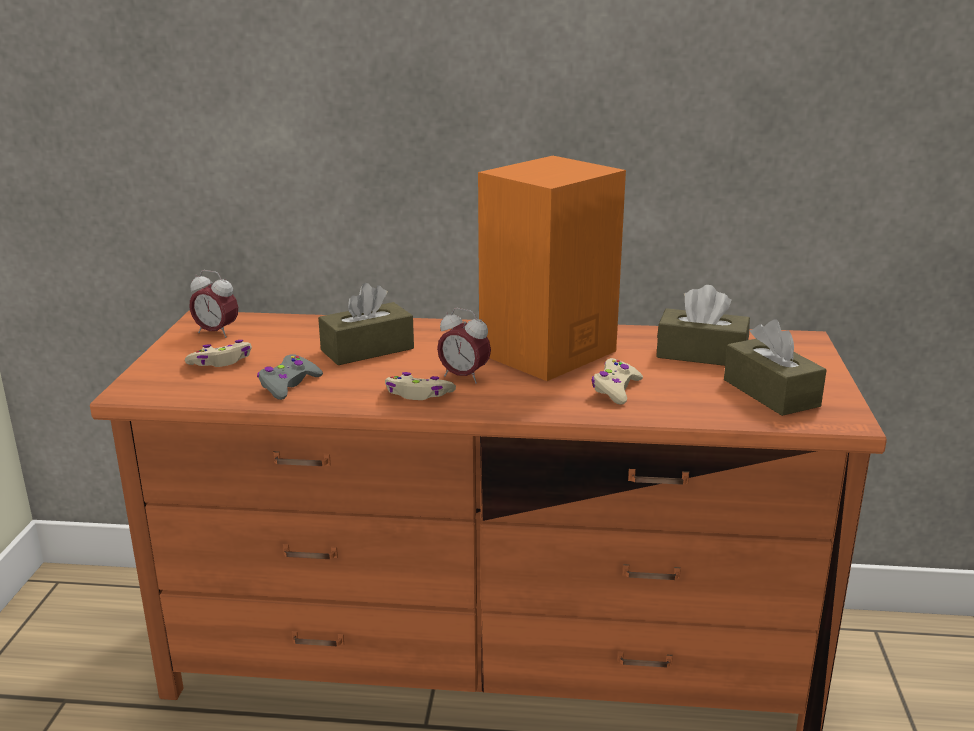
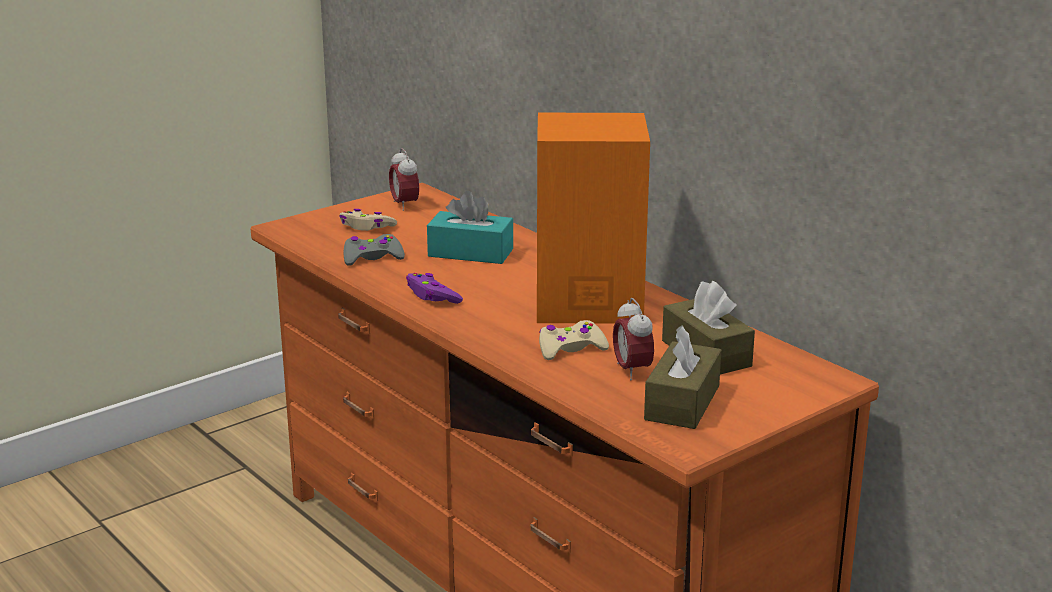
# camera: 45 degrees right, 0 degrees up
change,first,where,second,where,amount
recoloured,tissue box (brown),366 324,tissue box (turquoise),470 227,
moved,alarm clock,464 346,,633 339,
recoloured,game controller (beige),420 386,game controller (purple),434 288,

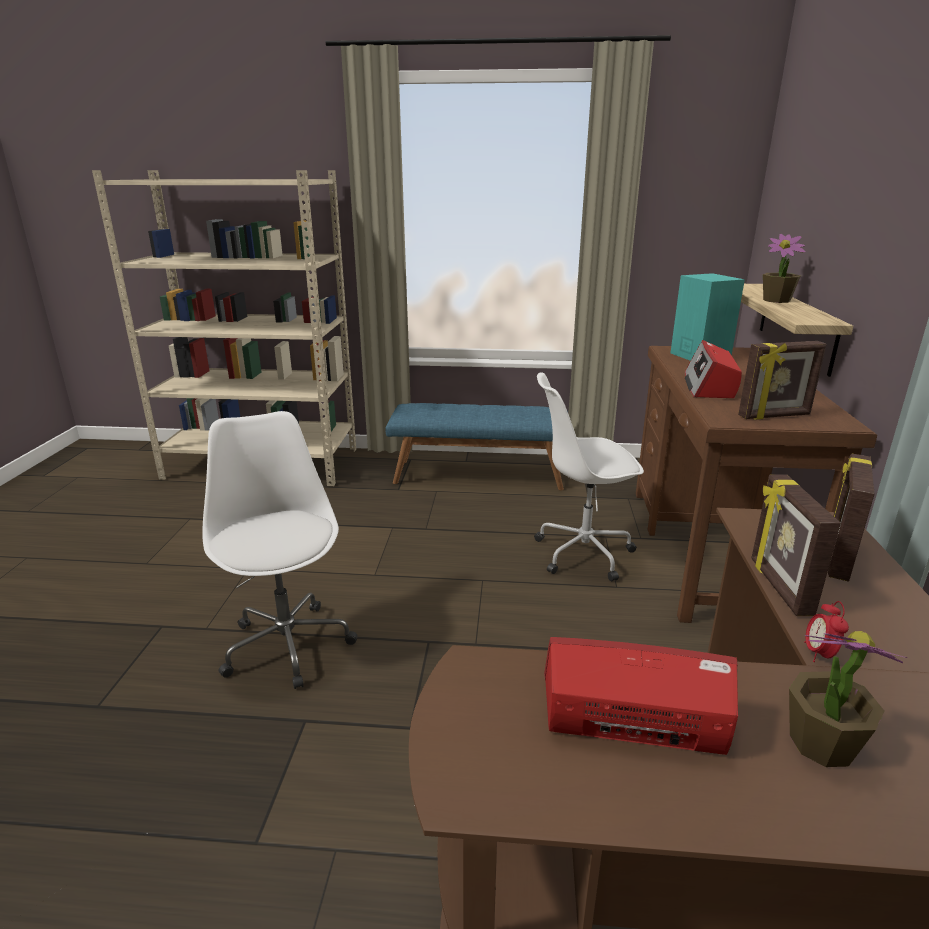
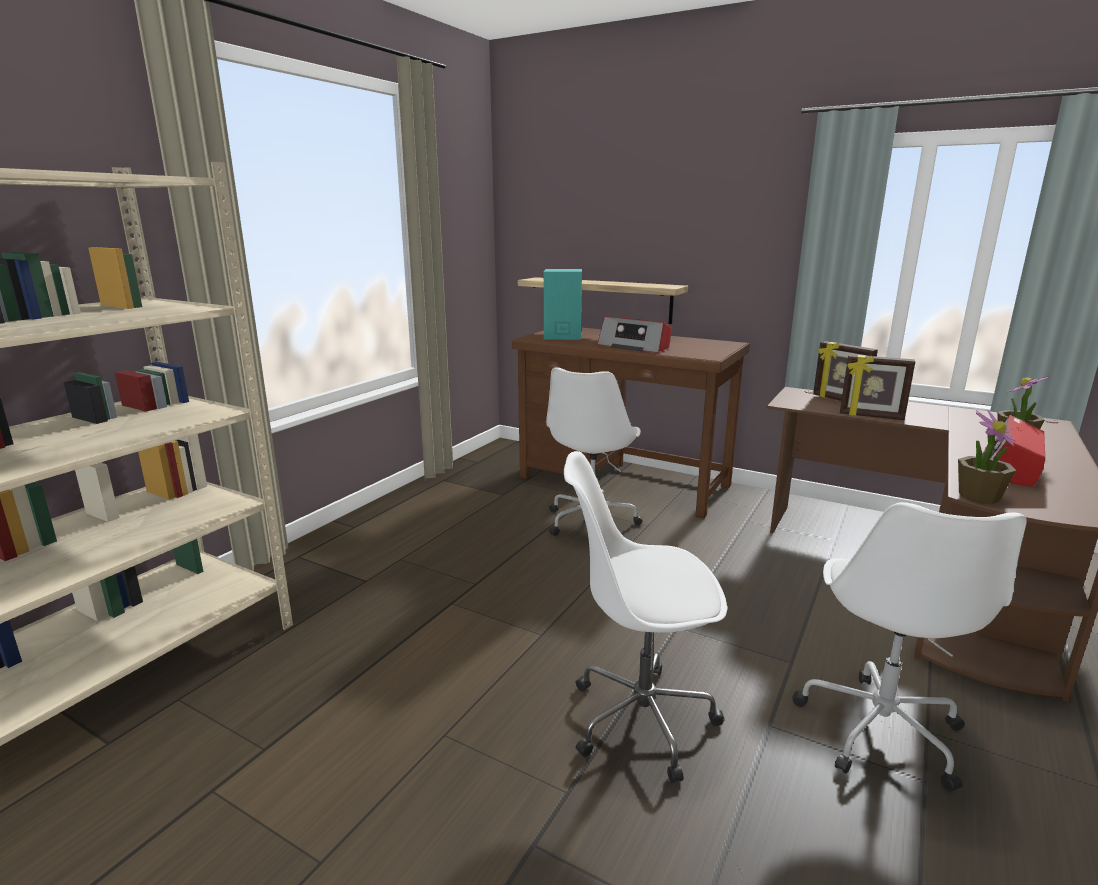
# camera: 65 degrees left, 5 degrees down
change,first,where,second,where,amount
moved,potted plant,784 268,,987 457,
removed,picture frame,782 380,,,
removed,bench (blue),476 446,,,
removed,alarm clock,826 631,,,
added,,,office chair (white),909 646,

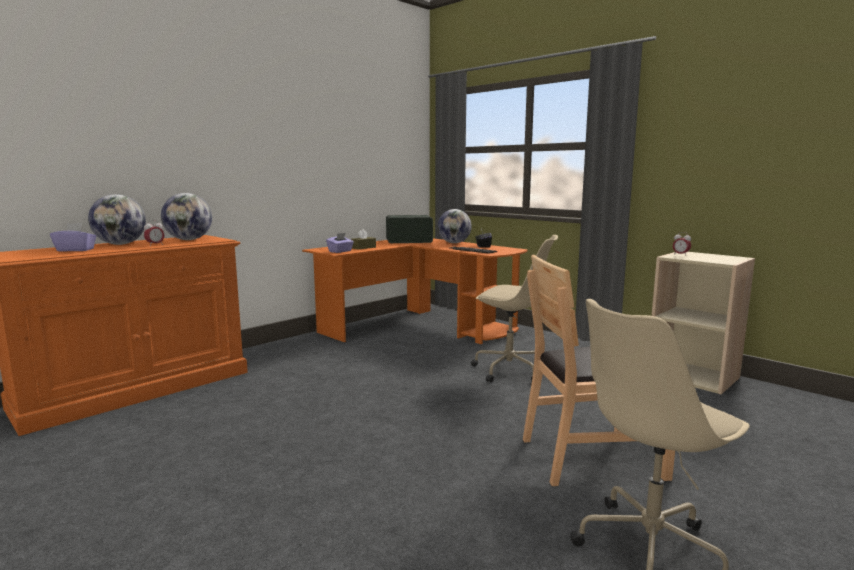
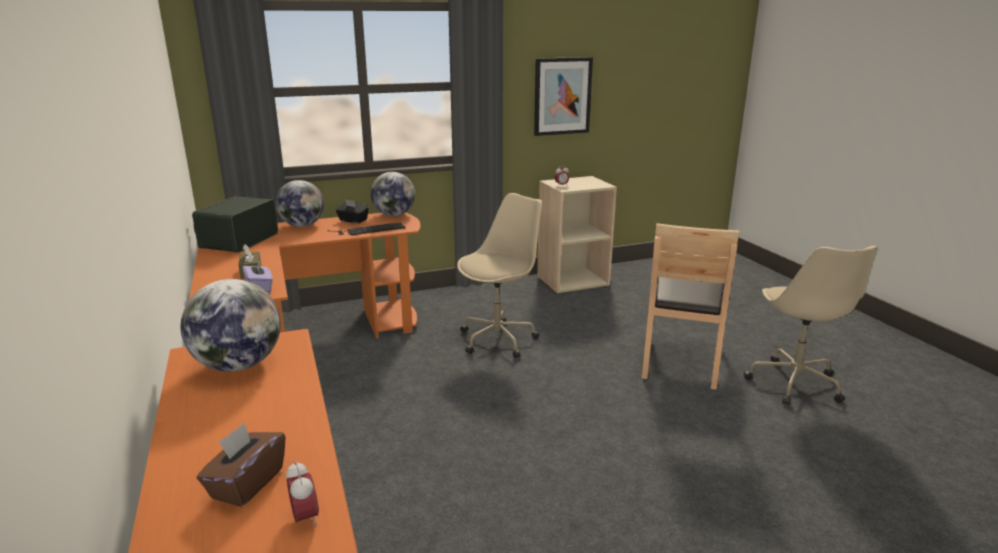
# camera: 65 degrees left, 10 degrees up
change,first,where,second,where,amount
moved,globe,117 219,,392 194,
moved,alarm clock,154 233,,302 494,
recoloured,tissue box (purple),73 237,tissue box (brown),241 465,
added,,,picture,563 96,

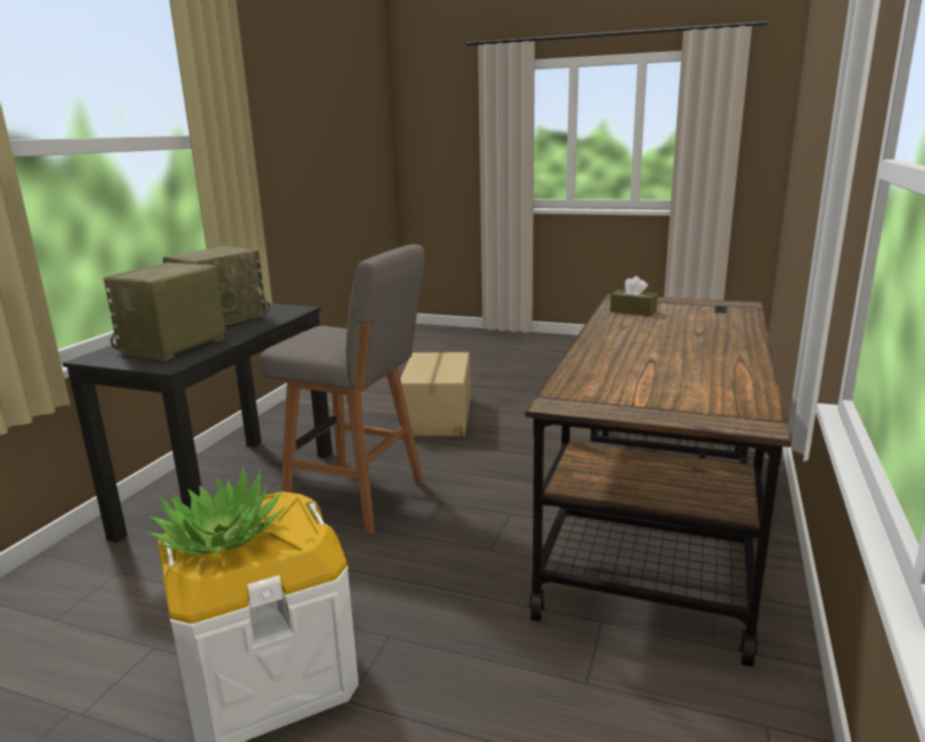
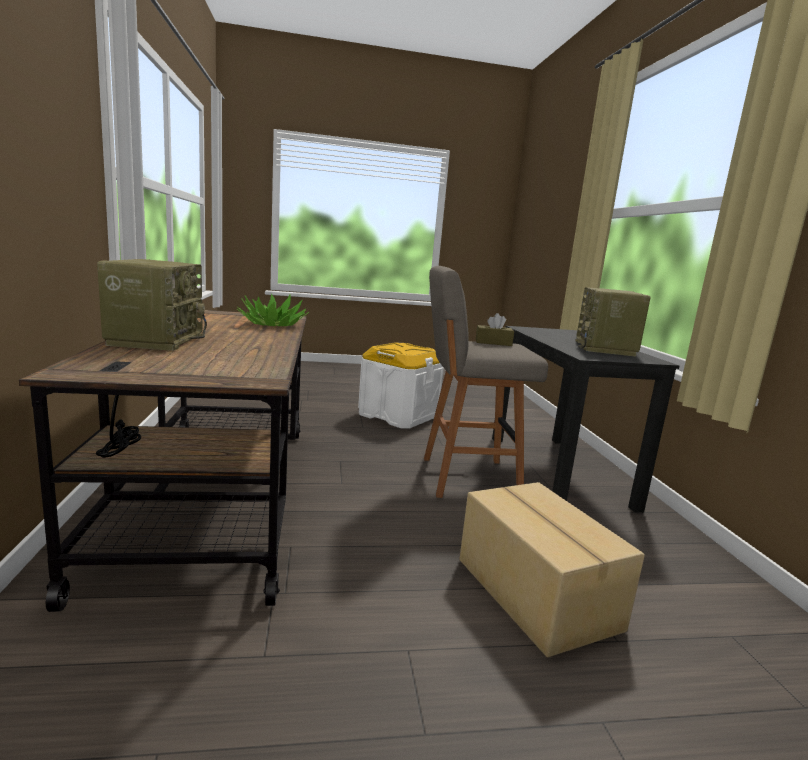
# camera: 150 degrees right, 5 degrees down
change,first,where,second,where,amount
moved,radio,165 311,,152 305,
moved,tissue box (brown),634 296,,495 329,
moved,potted plant,216 511,,273 309,

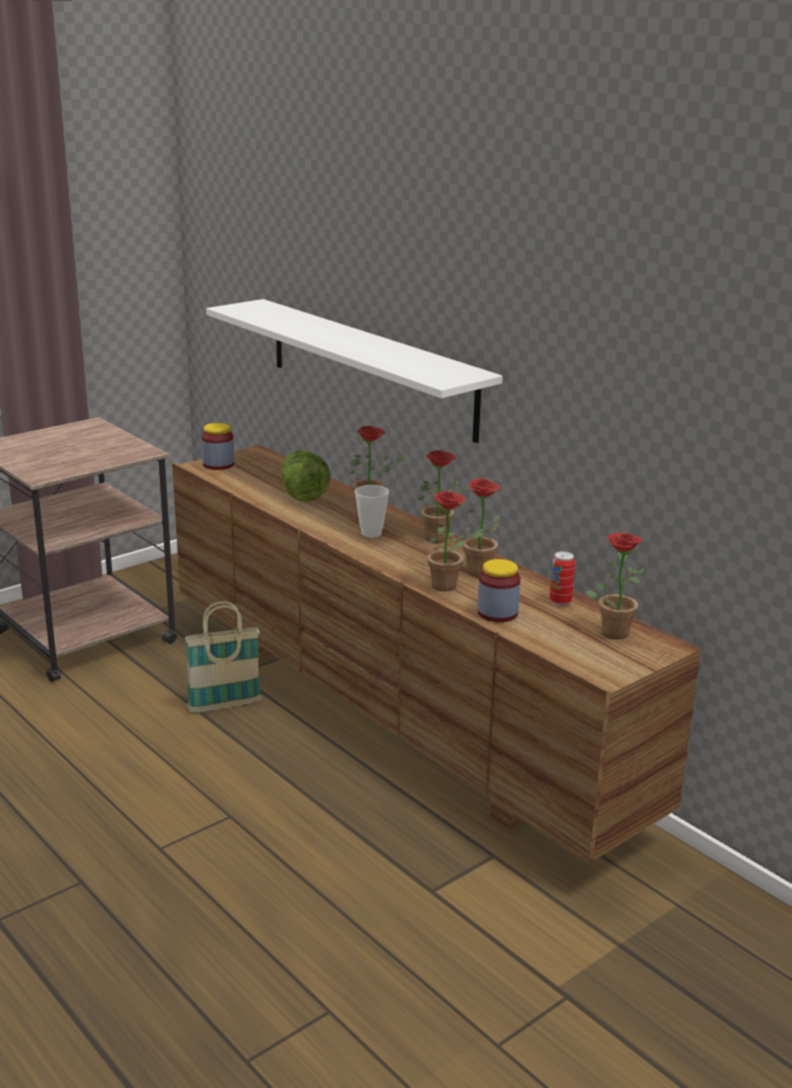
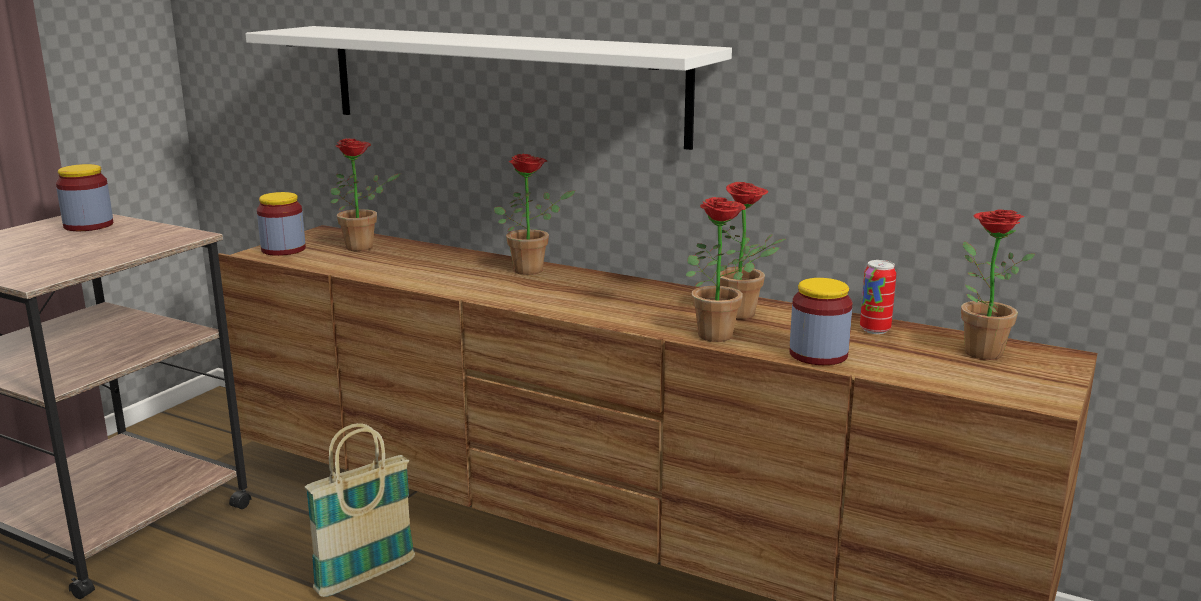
# camera: 20 degrees left, 5 degrees down
change,first,where,second,where,amount
removed,lettuce,305 475,,,
moved,potted plant,444 496,,365 194,
removed,cup,372 511,,,
added,,,jar,85 197,

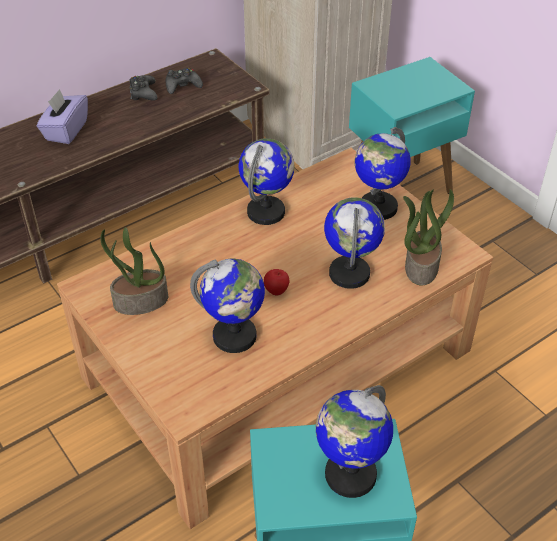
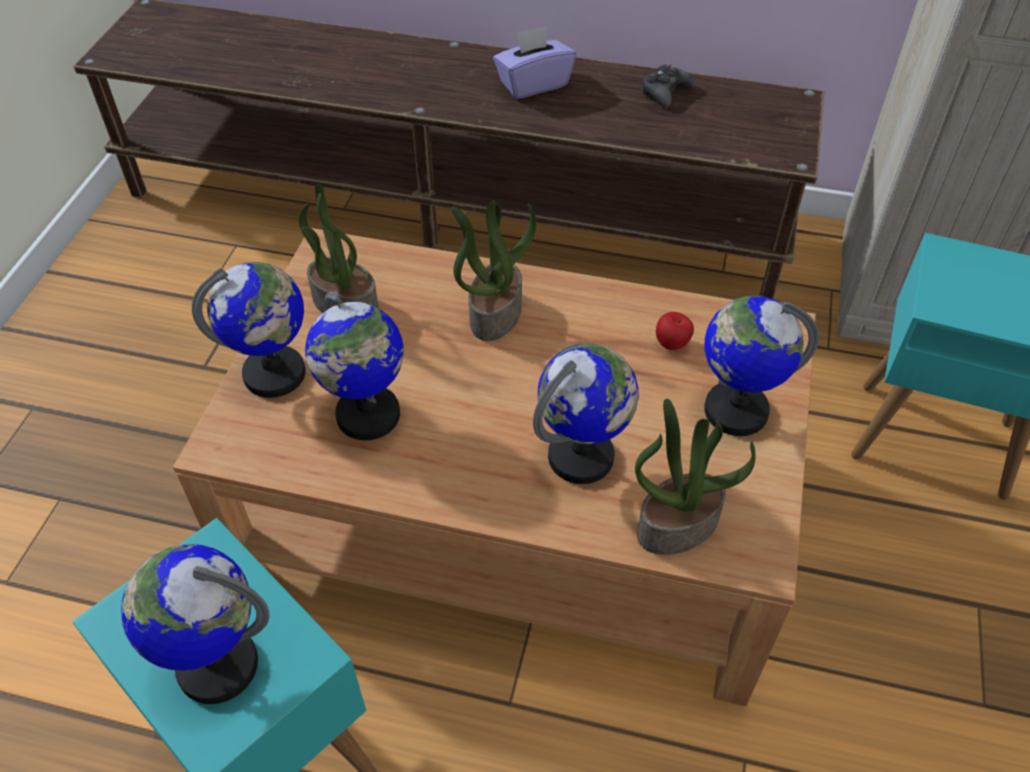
# camera: 50 degrees right, 5 degrees up
change,first,where,second,where,amount
removed,game controller (black),184 81,,,
moved,globe,266 181,,249 330,
moved,apple,277 282,,675 331,
added,,,potted plant,493 270,

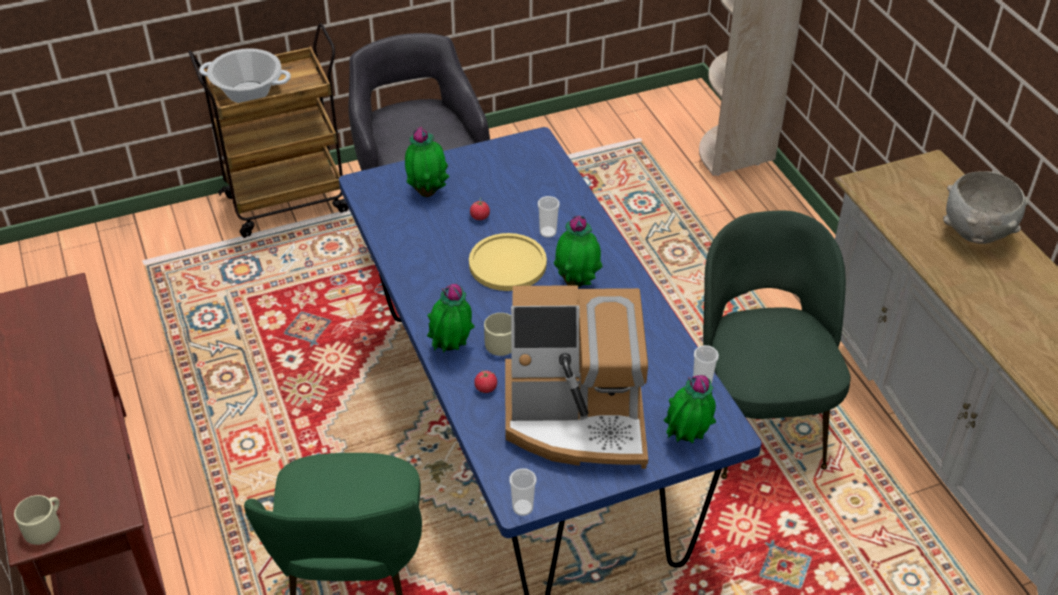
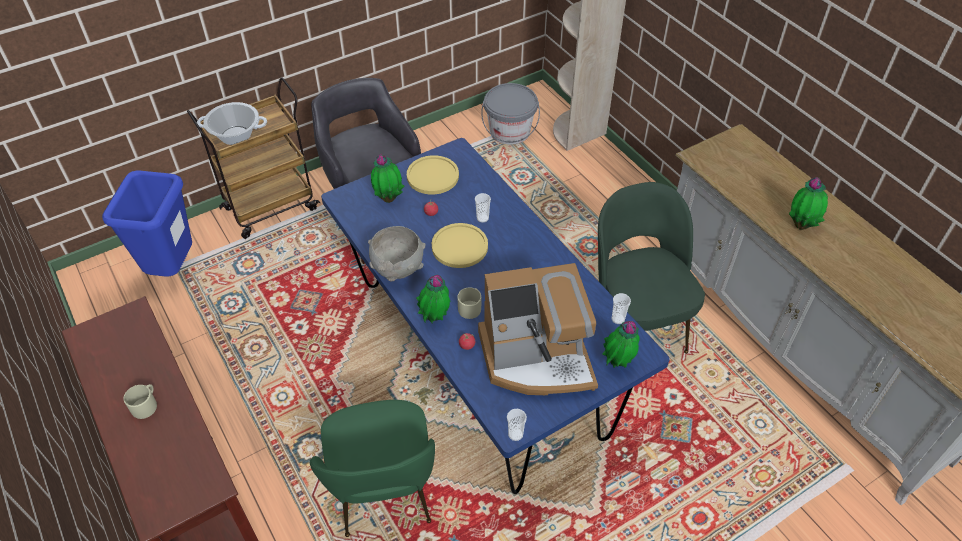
# camera: 10 degrees left, 5 degrees up
change,first,where,second,where,amount
moved,bowl (grey),986 207,,396 254,
moved,potted plant,578 251,,808 203,
moved,mug (beige),37 520,,140 401,
added,,,bucket (grey),510 113,
added,,,plate (yellow),433 174,
added,,,trash can (blue),147 223,

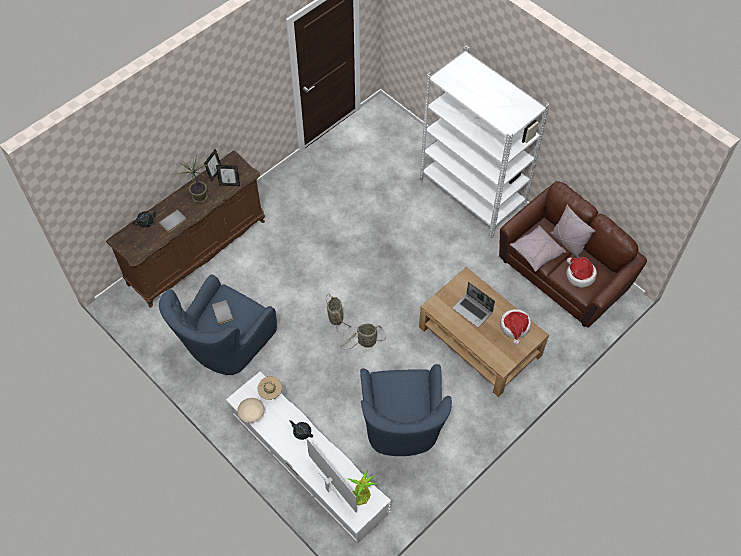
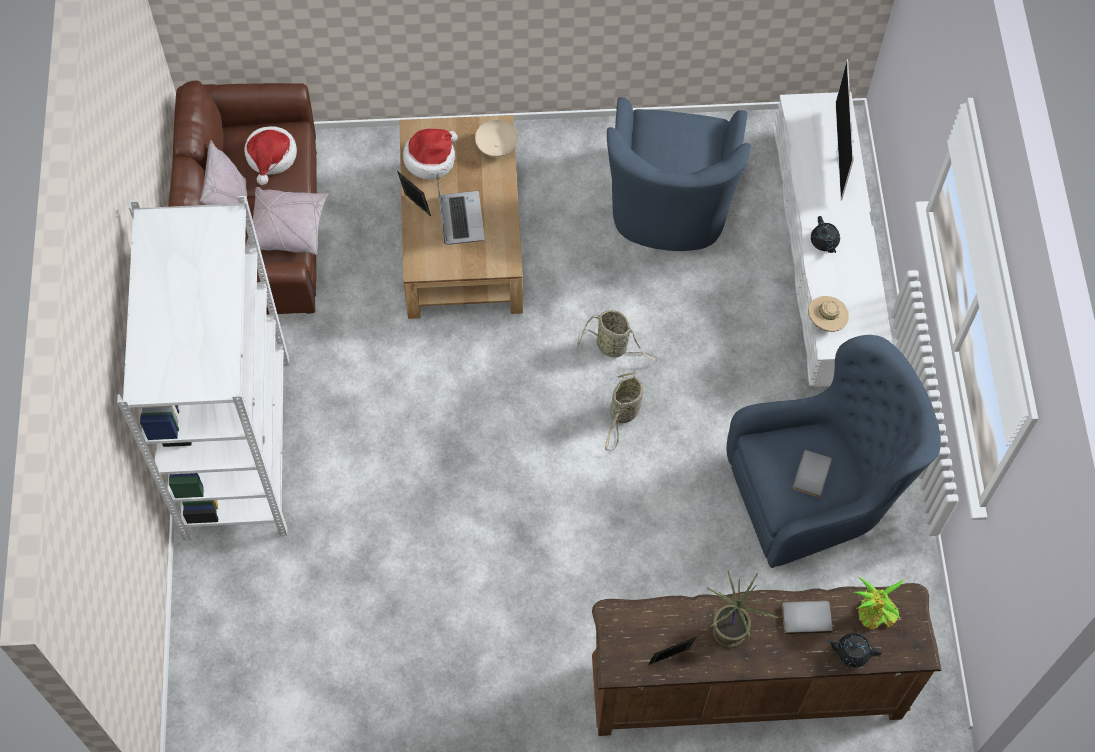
# camera: 140 degrees left, 5 degrees up
change,first,where,second,where,amount
moved,picture frame,228 175,,414 193,
turned,armchair (blue),406 410,,679 174,150 degrees clockwise
moved,bowl (beige),251 410,,496 138,
moved,potted plant,362 487,,878 603,

